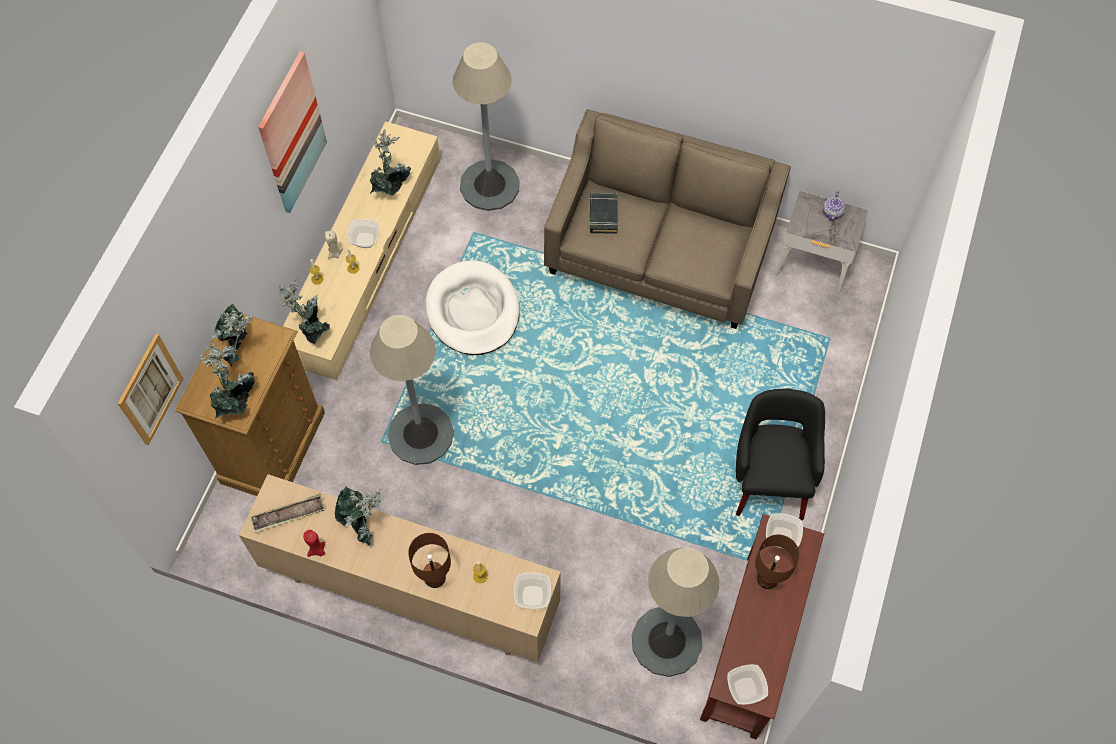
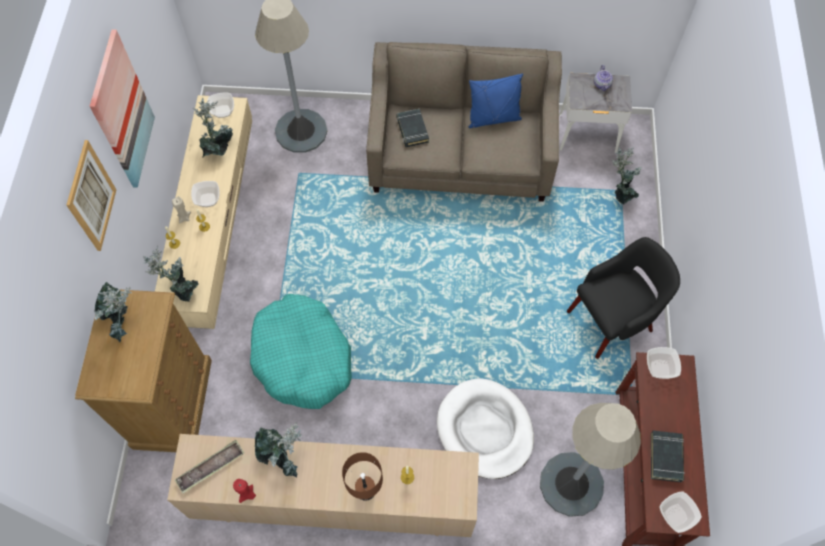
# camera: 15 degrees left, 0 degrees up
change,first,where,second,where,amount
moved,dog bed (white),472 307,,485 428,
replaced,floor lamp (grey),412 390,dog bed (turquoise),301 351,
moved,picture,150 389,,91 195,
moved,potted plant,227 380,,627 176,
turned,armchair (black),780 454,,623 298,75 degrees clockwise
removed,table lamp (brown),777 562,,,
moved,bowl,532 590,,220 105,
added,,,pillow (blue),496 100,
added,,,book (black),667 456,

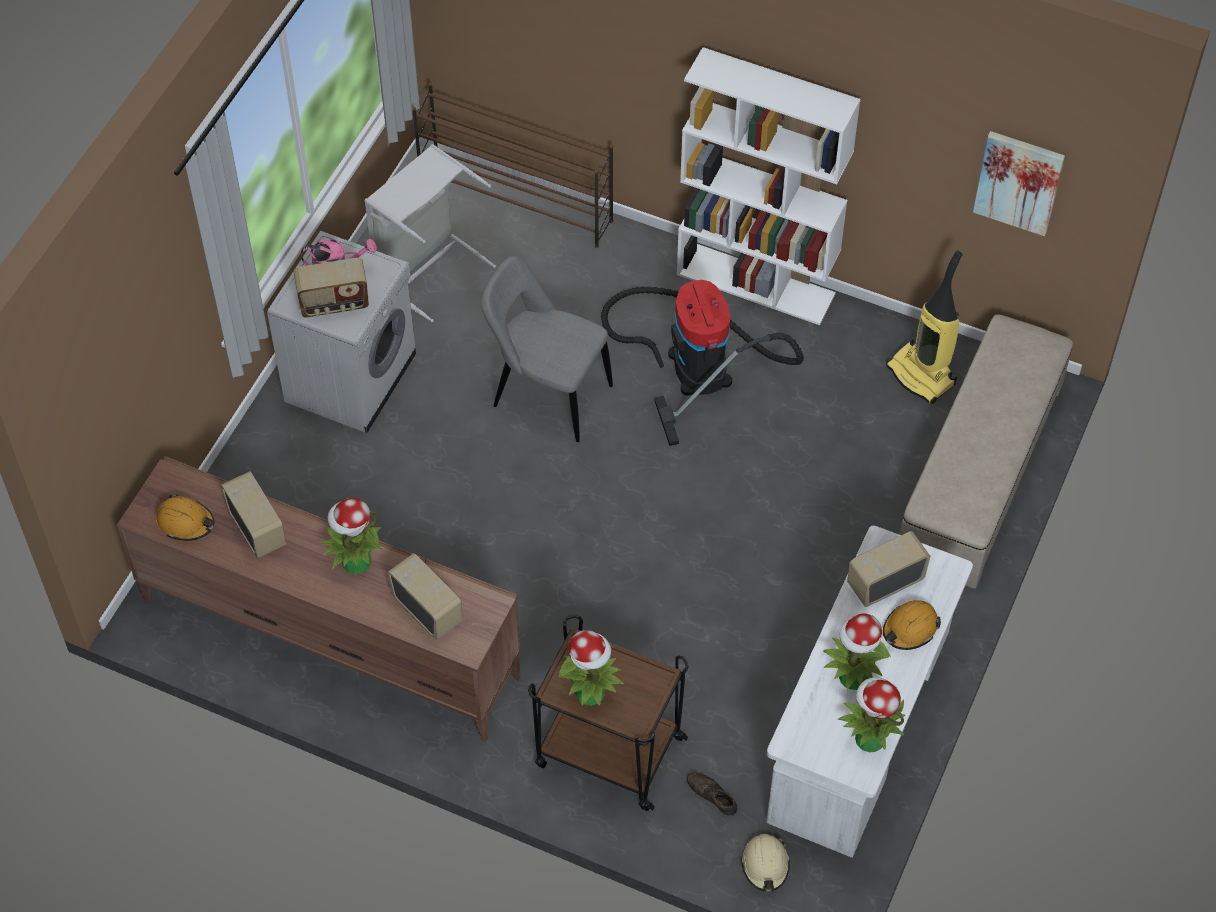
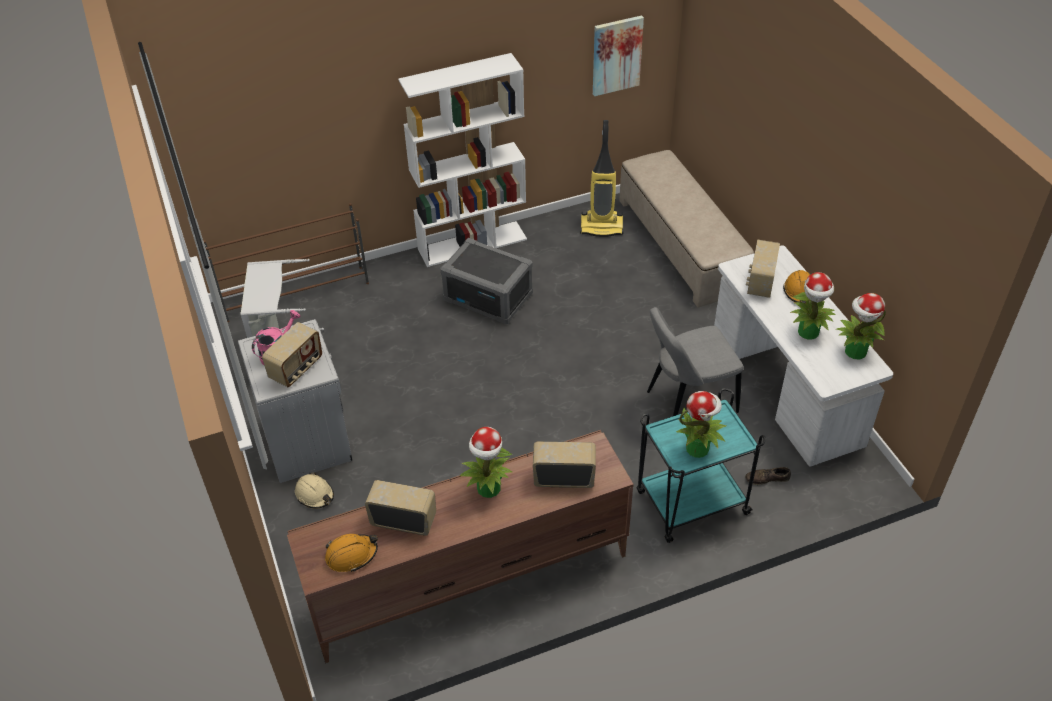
# camera: 45 degrees left, 10 degrees down
change,first,where,second,where,amount
moved,chair (grey),547 349,,695 361,
replaced,vacuum cleaner,702 363,storage box (grey),486 281,
recoloured,cart (brown),608 712,cart (turquoise),701 465,
moved,hard hat (beige),765 863,,314 490,

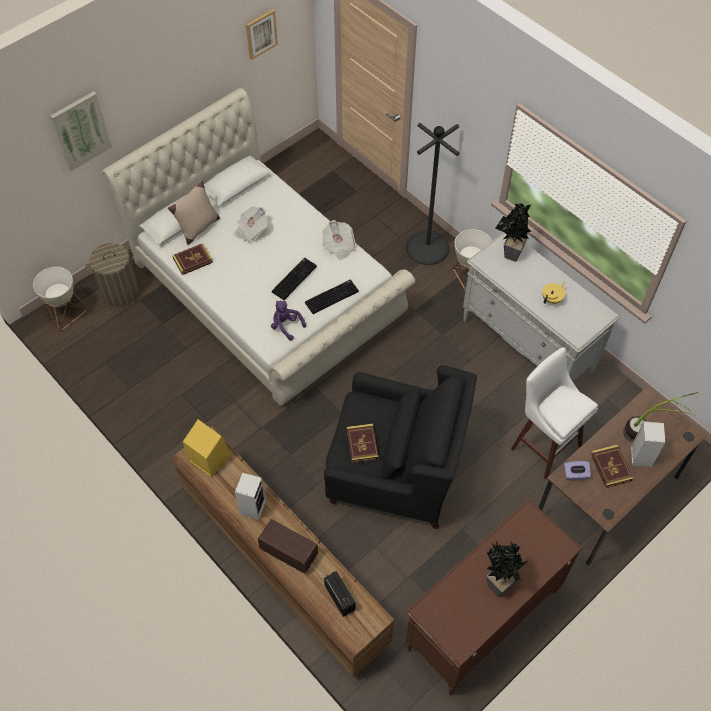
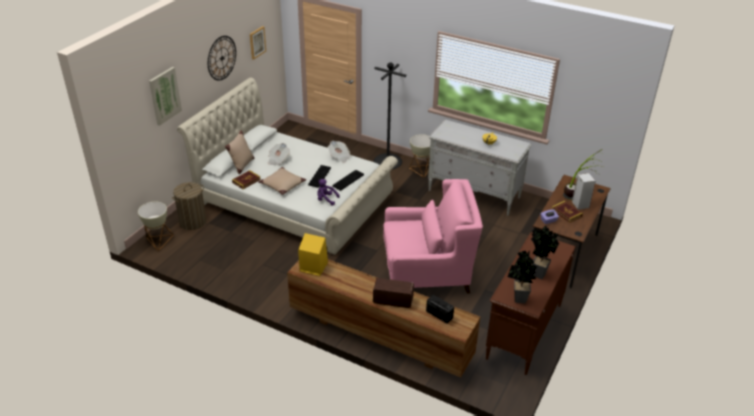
# camera: 20 degrees left, 20 degrees down
change,first,where,second,where,amount
moved,potted plant,513 232,,522 277,
removed,stool (white),554 413,,,
recoloured,armchair (black),400 447,armchair (pink),433 236,
removed,book,363 443,,,
removed,speaker,250 496,,,
added,,,wall clock,222 58,
added,,,pillow (beige),282 181,

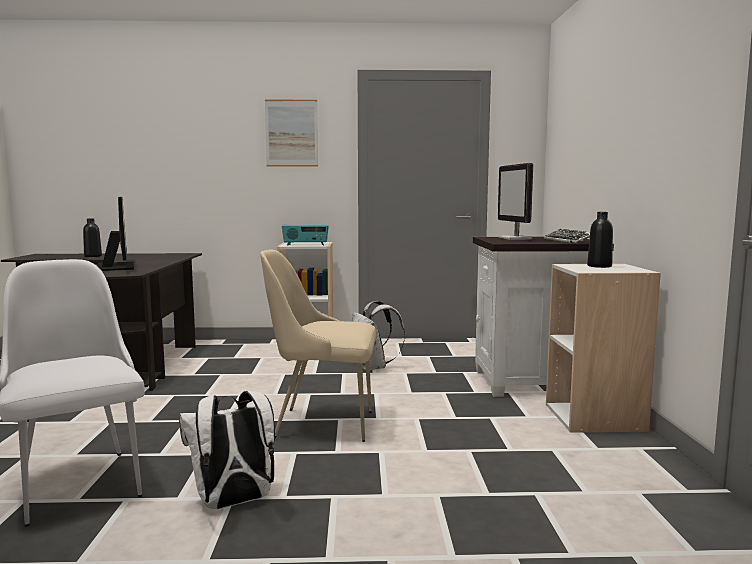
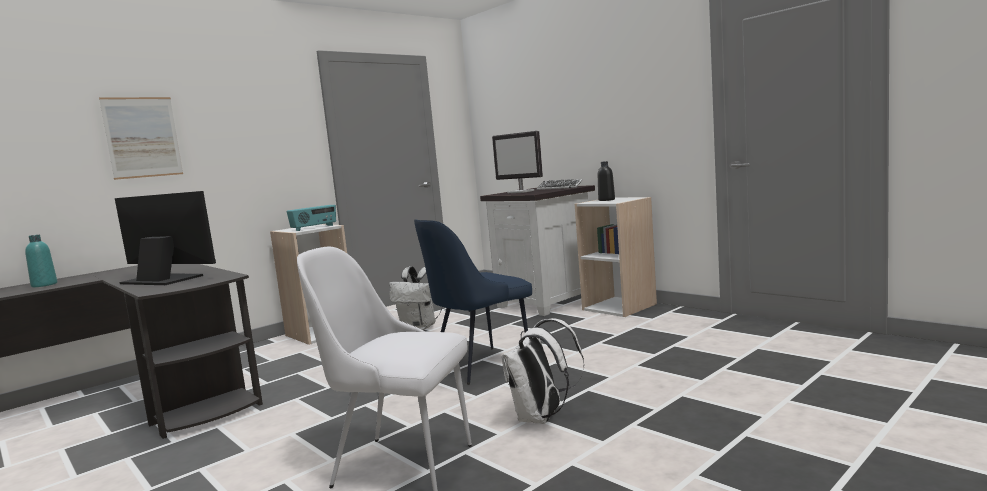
# camera: 40 degrees left, 0 degrees up
change,first,where,second,where,amount
moved,picture,291 132,,141 138,
recoloured,bottle (black),92 237,bottle (turquoise),41 261,
recoloured,chair (beige),318 345,chair (blue),473 302,

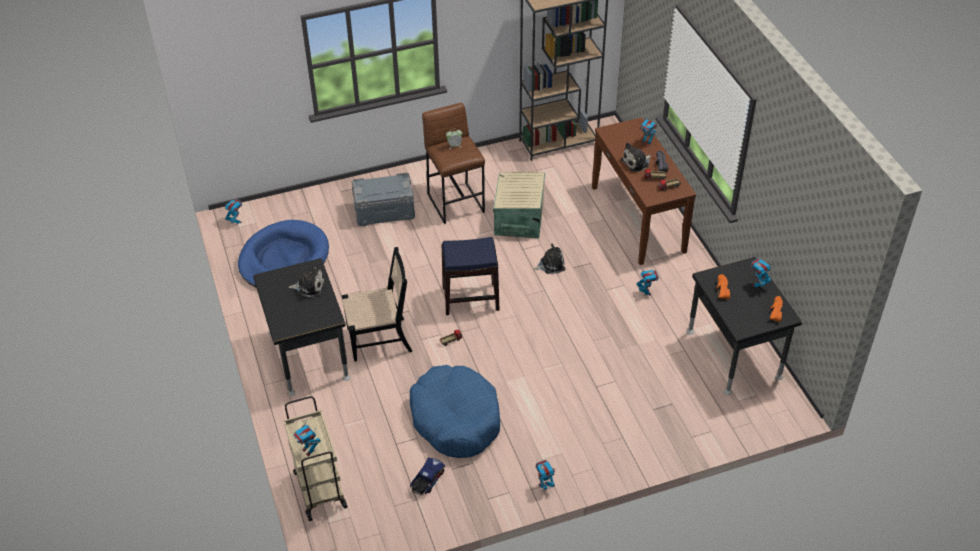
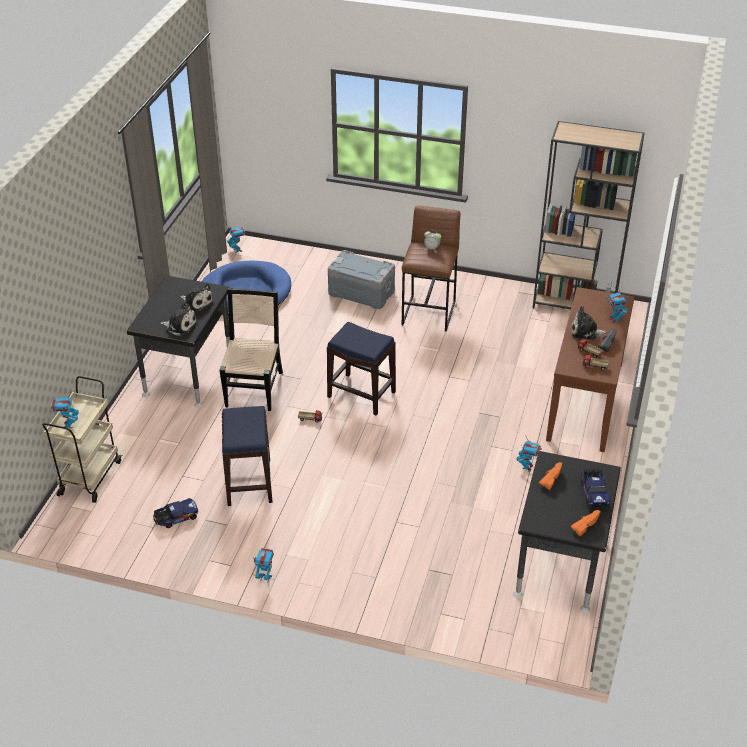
# camera: 35 degrees right, 5 degrees down
change,first,where,second,where,amount
removed,storage box (beige),519 205,,,
moved,plush toy,549 259,,179 320,
turned,chair,377 304,,251 349,105 degrees counterclockwise
replaced,toy robot,762 273,toy truck,596 487,
replaced,dog bed (blue),455 411,stool,247 456,

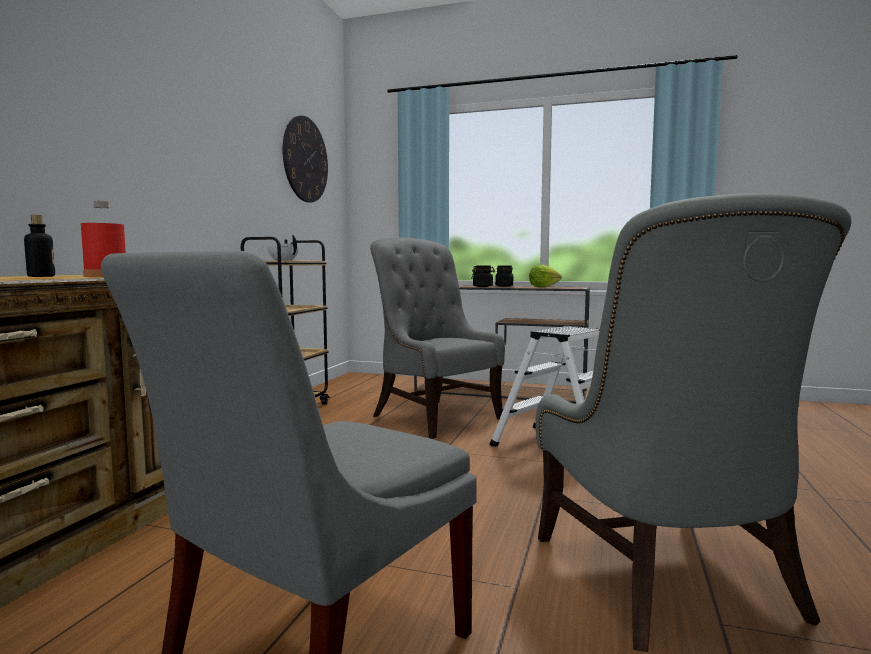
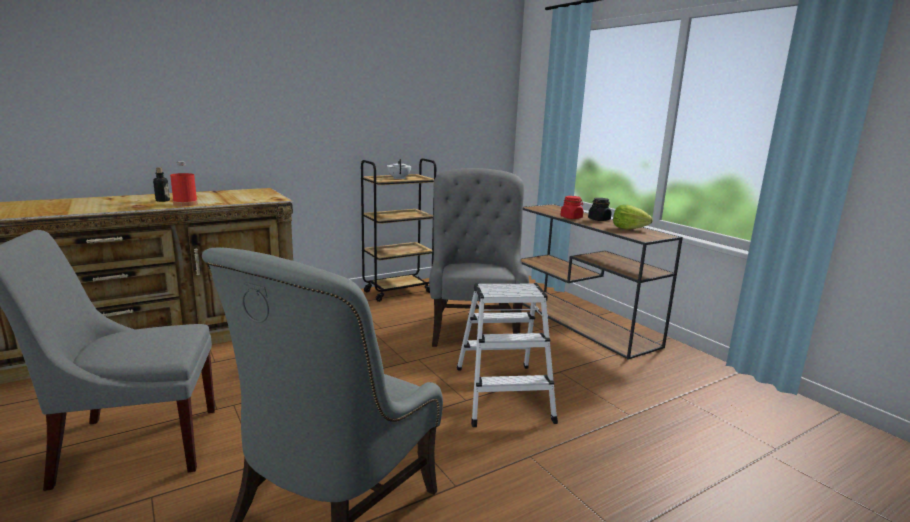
# camera: 40 degrees right, 10 degrees up
change,first,where,second,where,amount
removed,wall clock,305 159,,,
recoloured,jar (black),483 276,jar (red),572 207,

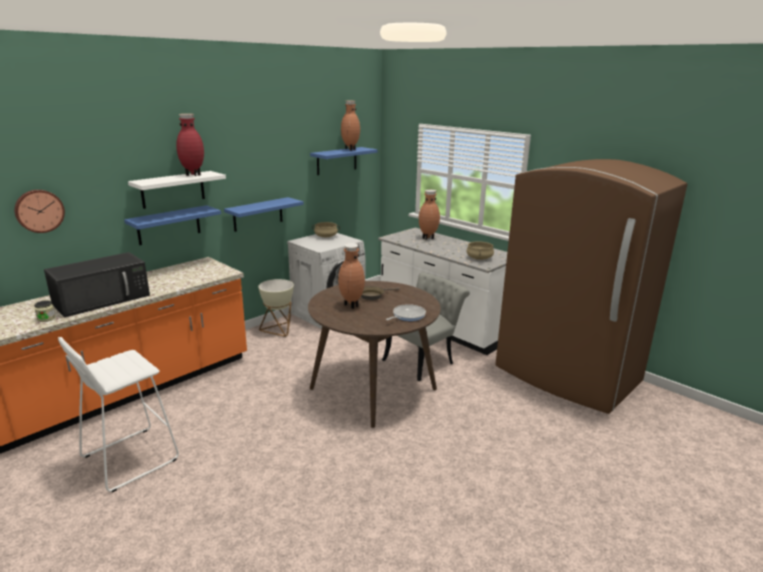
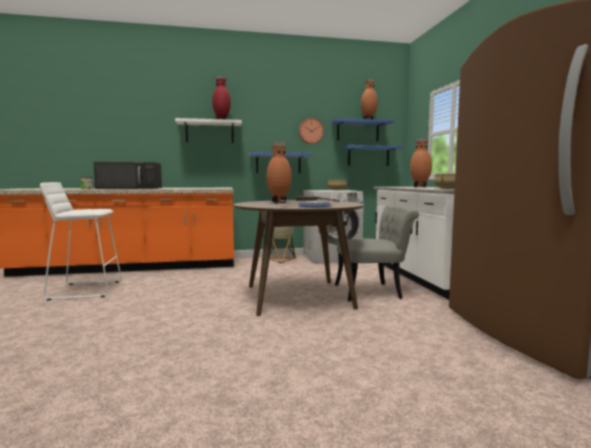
# camera: 35 degrees right, 15 degrees down
change,first,where,second,where,amount
moved,wall clock,39 211,,311 131,
moved,shelf (blue),172 225,,373 155,

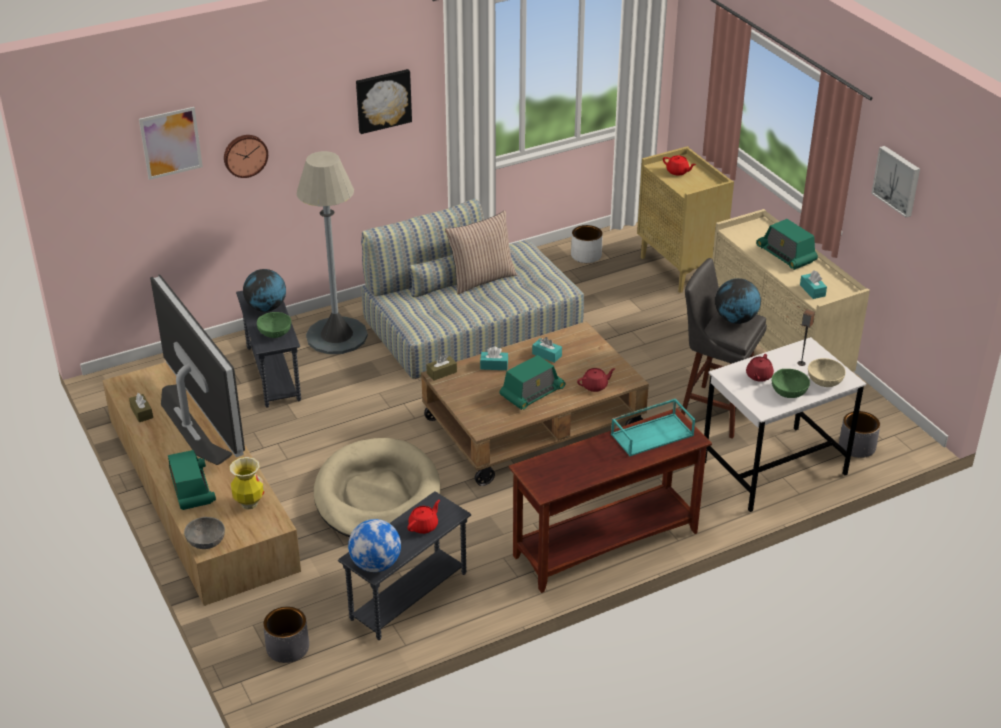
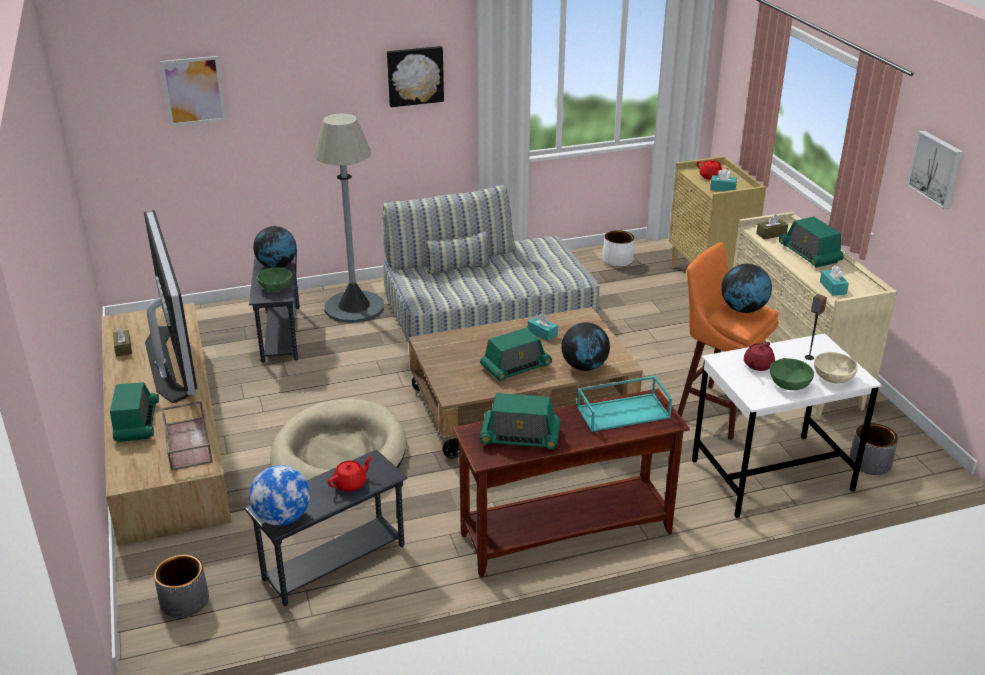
# camera: 10 degrees right, 5 degrees down
change,first,where,second,where,amount
removed,wall clock,246 156,,,
removed,pillow,481 253,,,
recoloured,stool (grey),724 348,stool (orange),728 341,
moved,tissue box (turquoise),494 358,,723 179,
moved,tissue box (brown),441 368,,772 227,
replaced,teapot (red),596 380,globe,585 346,
replaced,vase,246 483,tray (brown),187 436,
removed,bowl (grey),204 533,,,
added,,,radio,520 421,

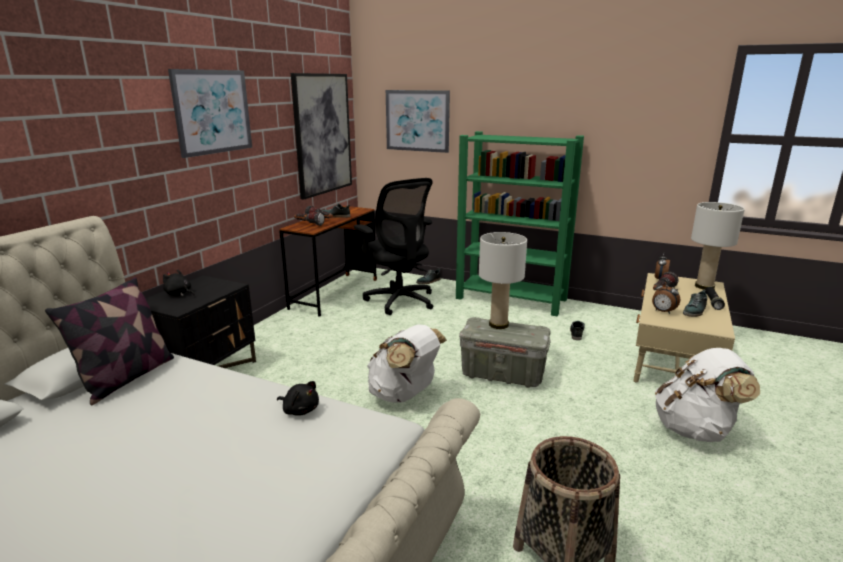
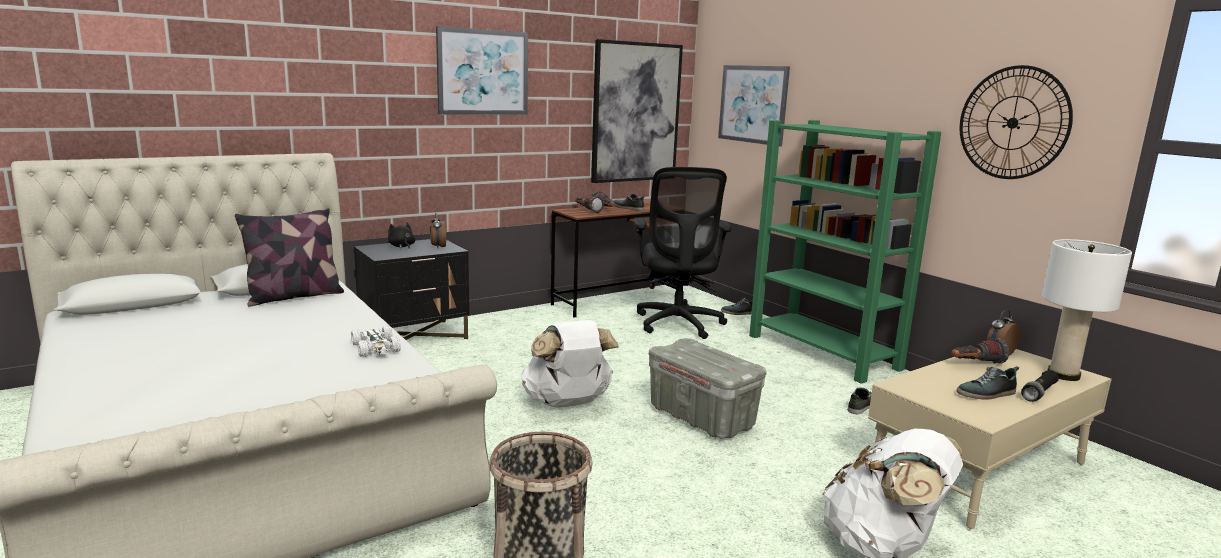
# camera: 30 degrees right, 5 degrees down
change,first,where,second,where,amount
removed,table lamp (white),503 280,,,
moved,alarm clock,666 297,,438 230,
replaced,plush toy (black),298 398,toy car (white),376 341,
added,,,wall clock,1016 122,

